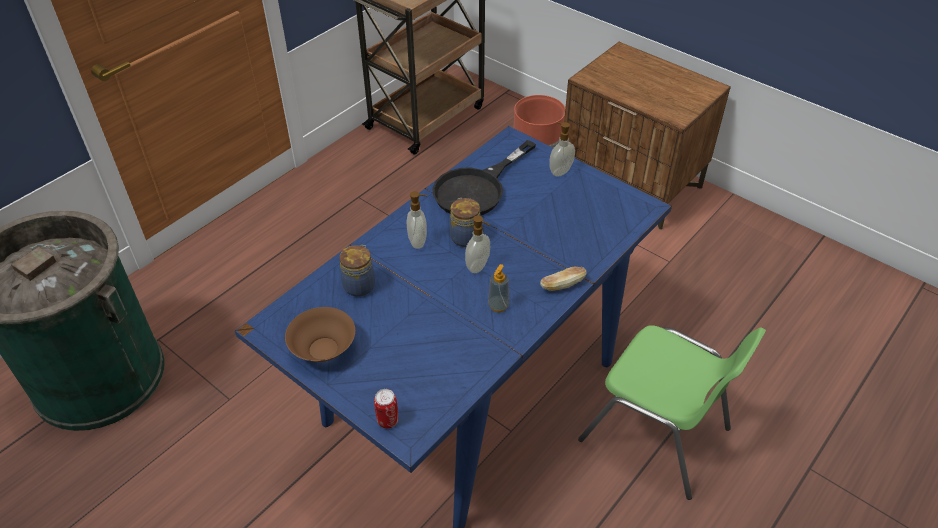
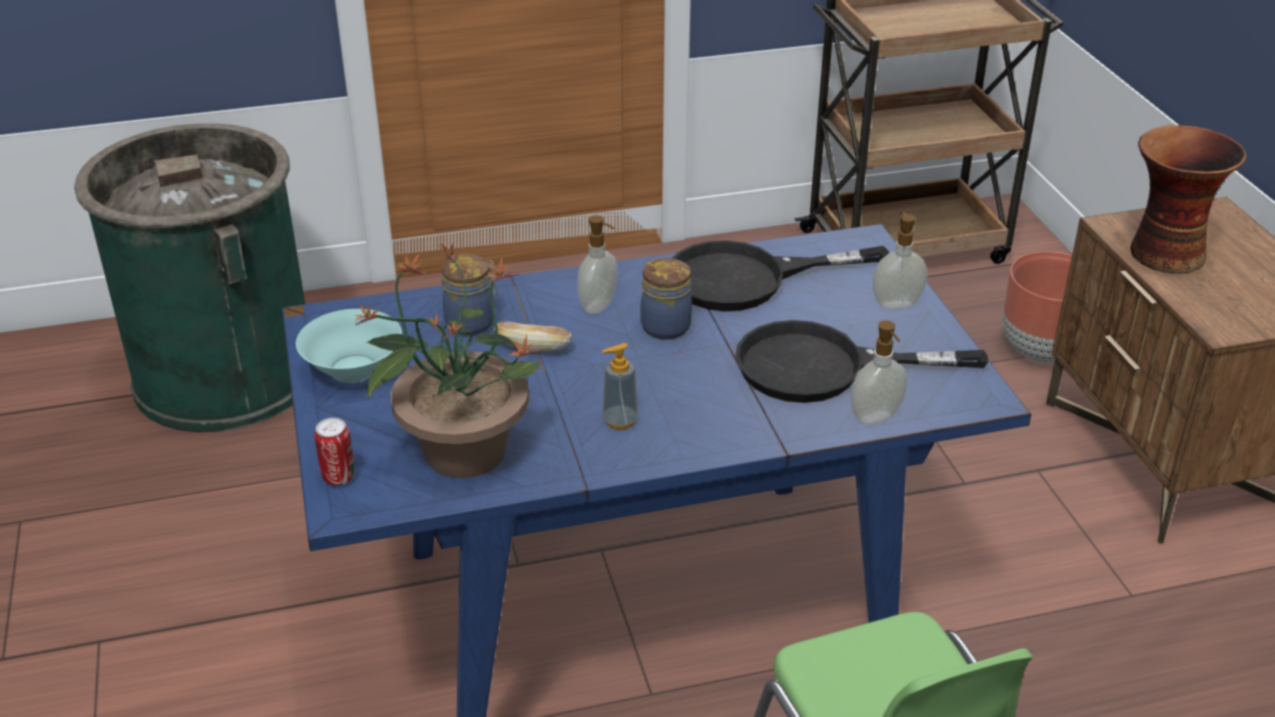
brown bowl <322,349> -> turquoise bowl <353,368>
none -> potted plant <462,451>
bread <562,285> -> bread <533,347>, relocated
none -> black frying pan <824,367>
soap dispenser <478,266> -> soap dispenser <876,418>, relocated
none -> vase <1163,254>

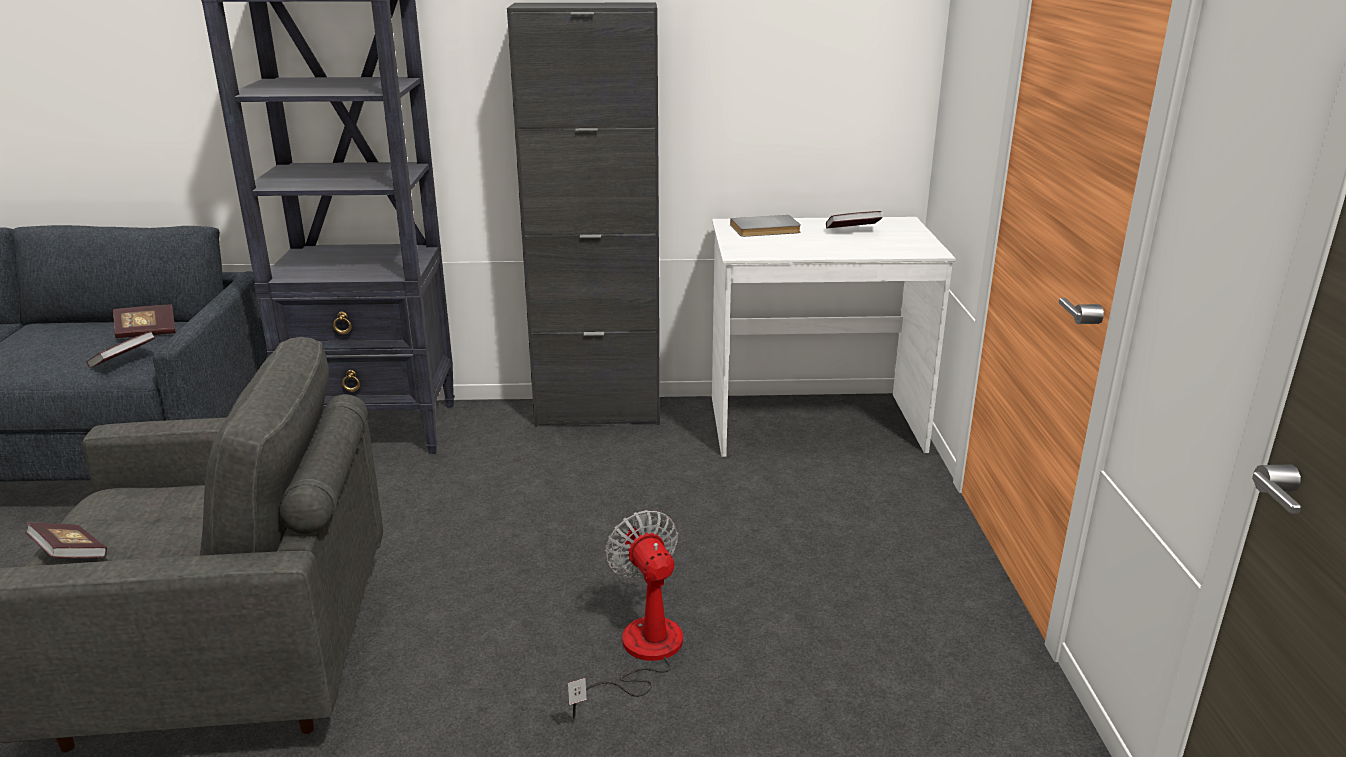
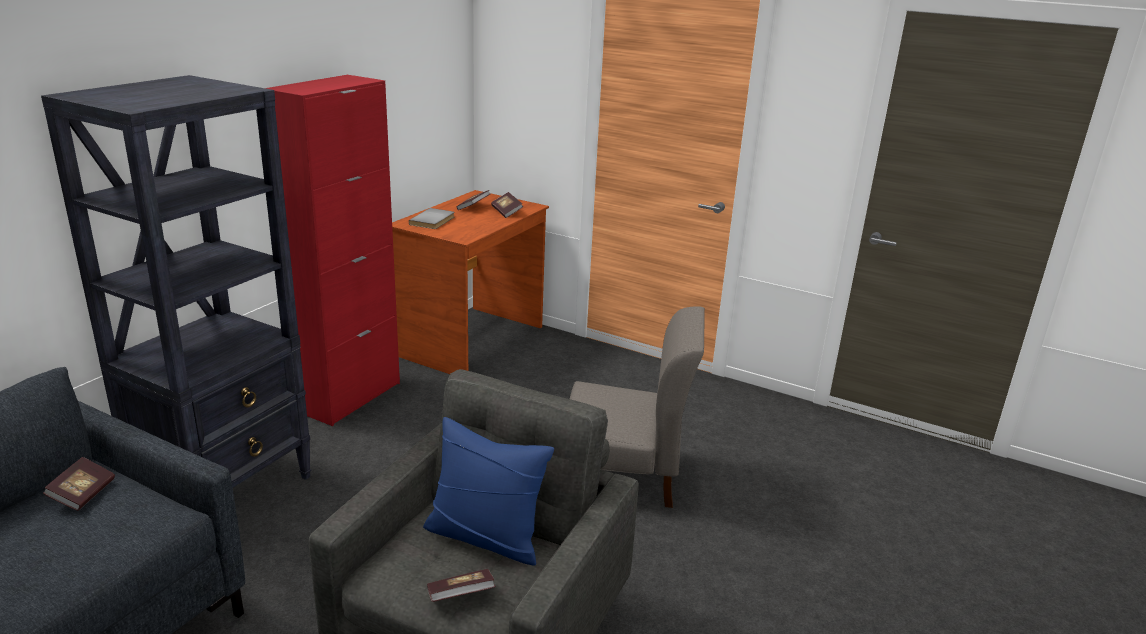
black cabinet <598,413> -> red cabinet <350,397>
white desk <814,425> -> brown desk <472,341>
none -> blue pillow <486,537>
book <124,361> -> book <506,212>, relocated
fan <640,654> -> grey chair <623,474>

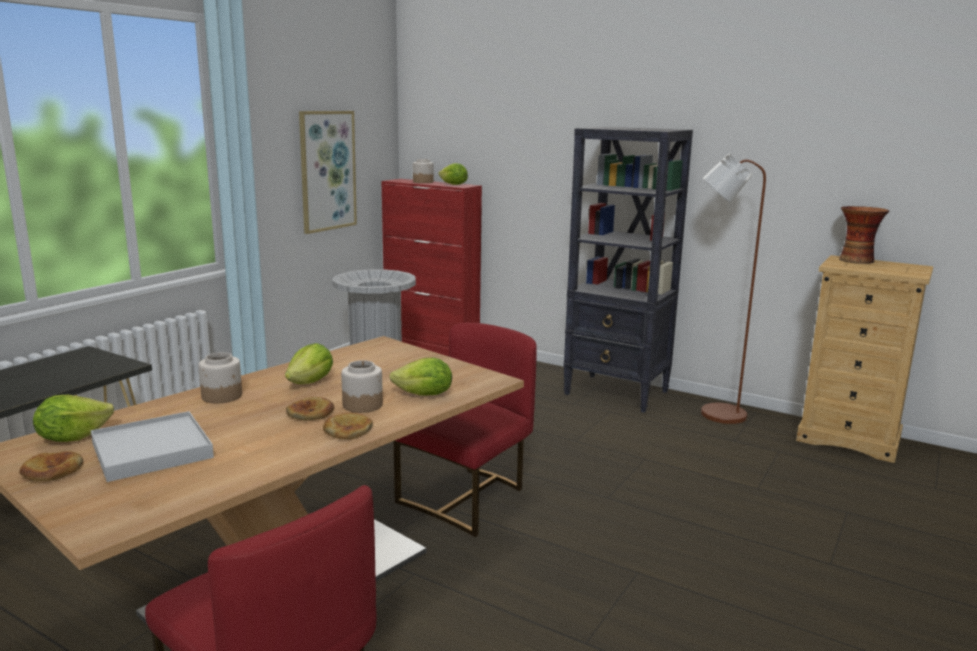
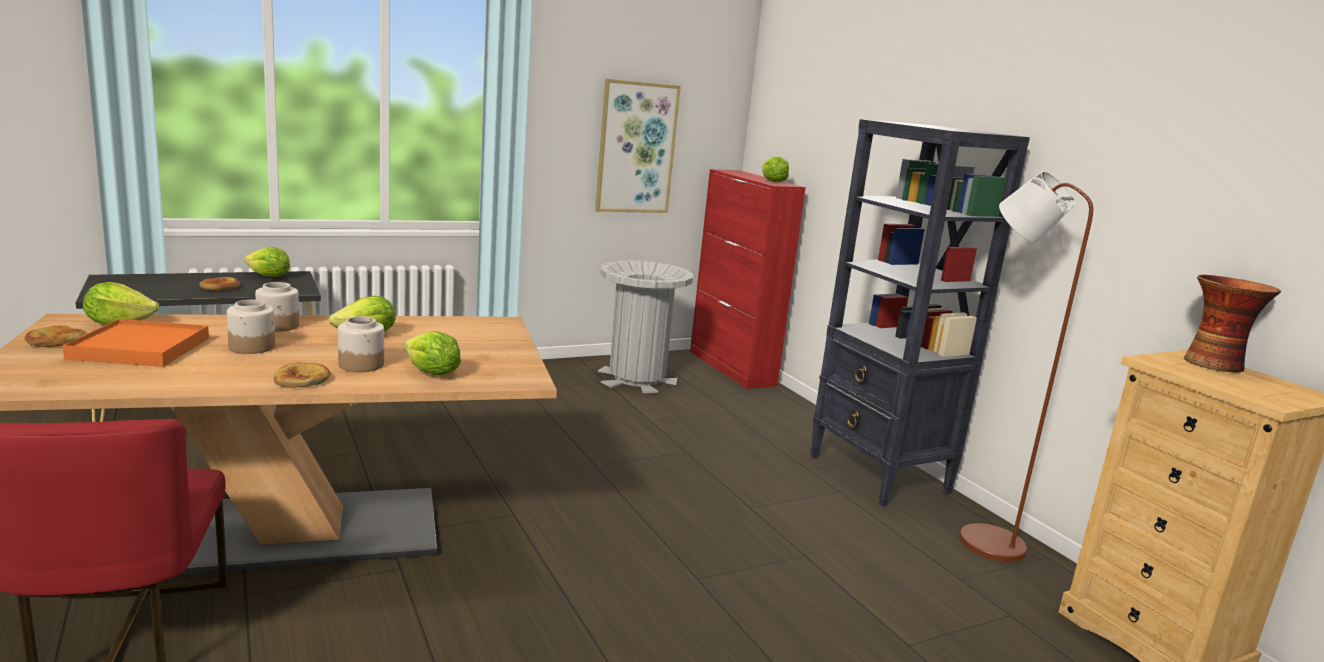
white tray <151,450> -> orange tray <140,348>
bread <311,413> -> bread <219,287>, relocated
jar <423,182> -> jar <252,347>, relocated
none -> lettuce <269,276>
red chair <466,498> -> none

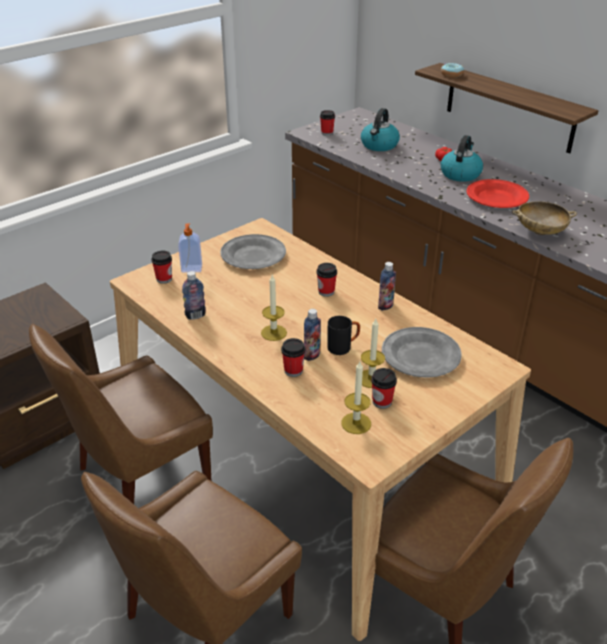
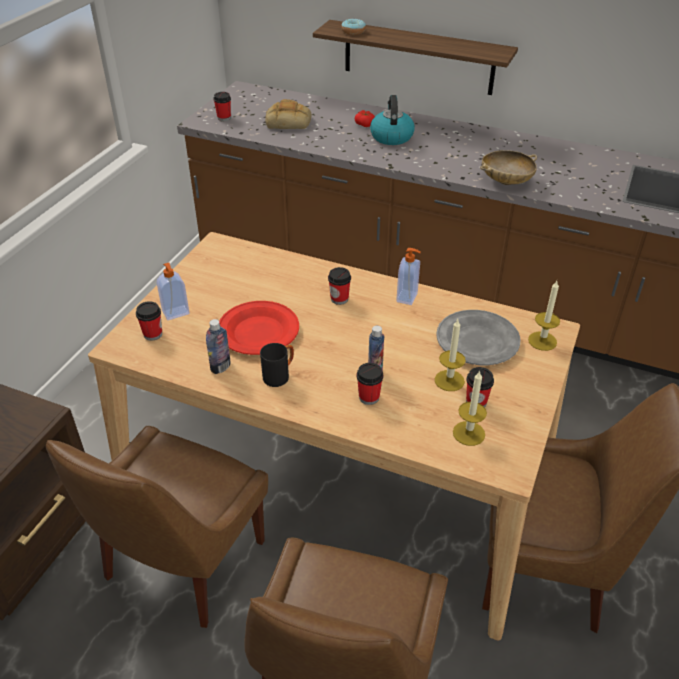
red plate <496,197> -> red plate <258,332>, relocated
black mug <343,347> -> black mug <280,375>, relocated
kettle <379,145> -> bread <289,121>
bottle <385,306> -> soap dispenser <408,297>
candle <273,333> -> candle <542,341>, relocated
grey plate <253,256> -> none

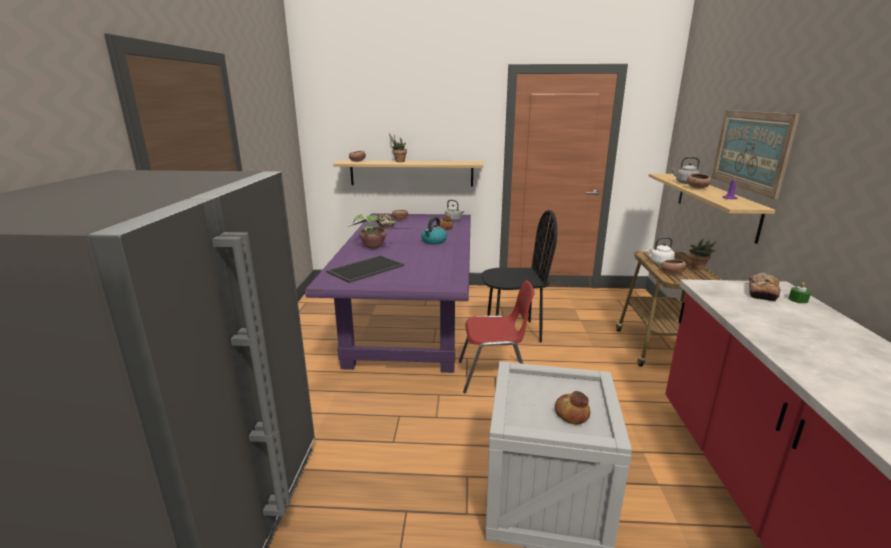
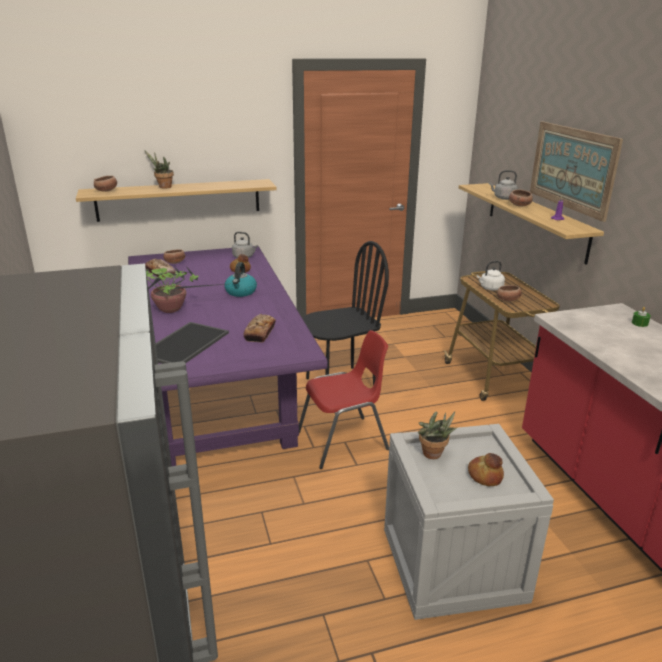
bread <762,292> -> bread <260,333>, relocated
potted plant <698,268> -> potted plant <434,455>, relocated

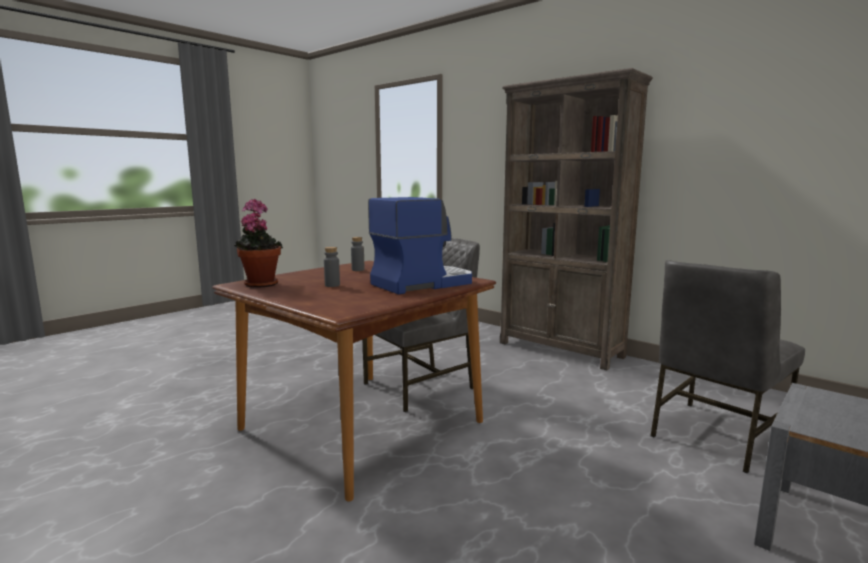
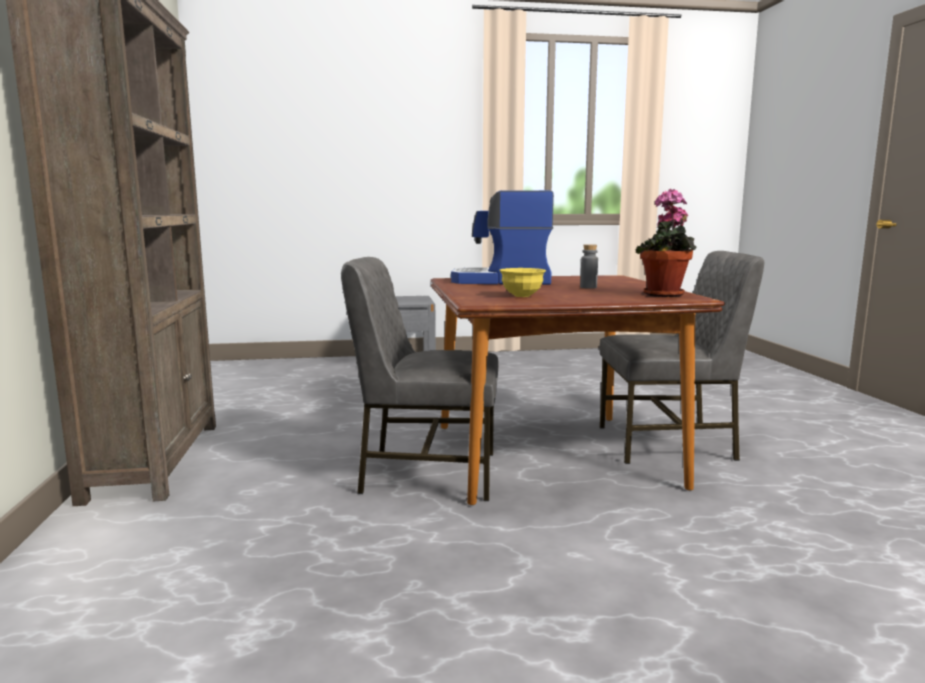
grey bottle <358,270> -> yellow bowl <522,296>
grey chair <715,435> -> grey chair <668,443>, relocated

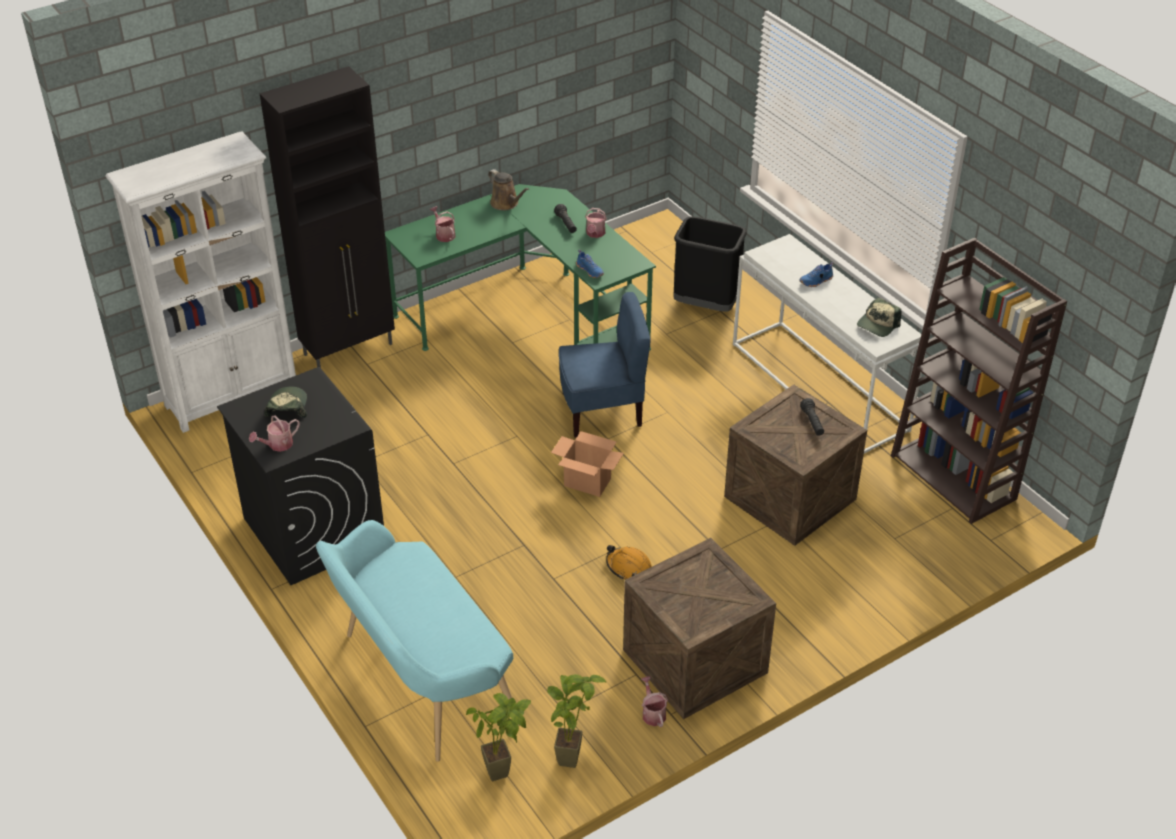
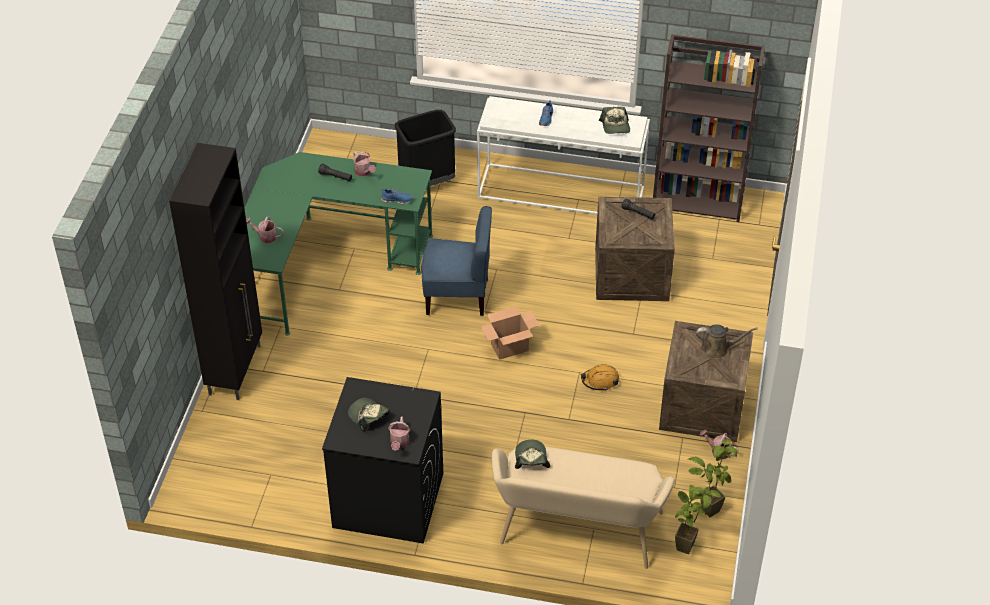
blue chair <602,411> -> blue chair <457,296>, 60 degrees clockwise
turquoise bench <421,680> -> beige bench <577,534>
none -> cap <531,459>
brown watering can <506,203> -> brown watering can <718,349>, relocated
white bookcase <232,396> -> none

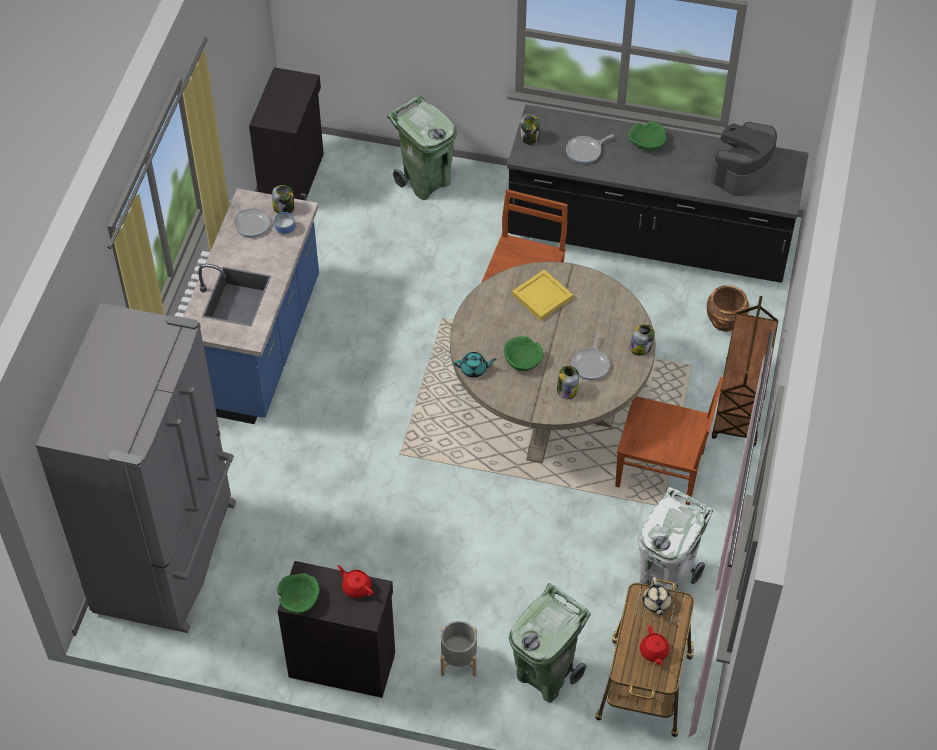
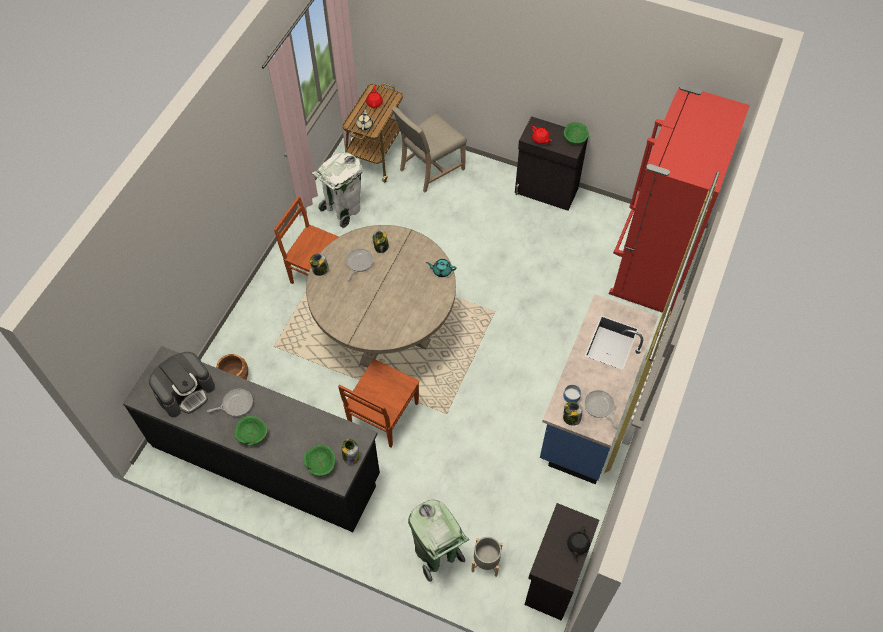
frying pan <585,151> -> frying pan <236,404>, relocated
green bowl <522,360> -> green bowl <320,463>, relocated
green trash can <545,675> -> beige chair <429,169>
grey planter <458,660> -> grey planter <486,561>, relocated
none -> black teapot <577,545>
grey fridge <169,557> -> red fridge <651,265>
yellow tray <541,296> -> none
brown cart <740,404> -> none

